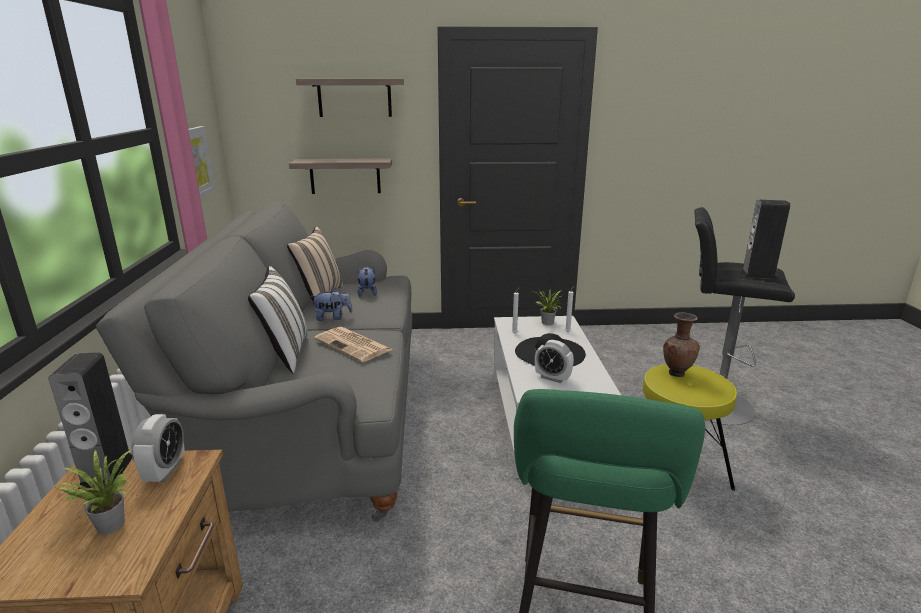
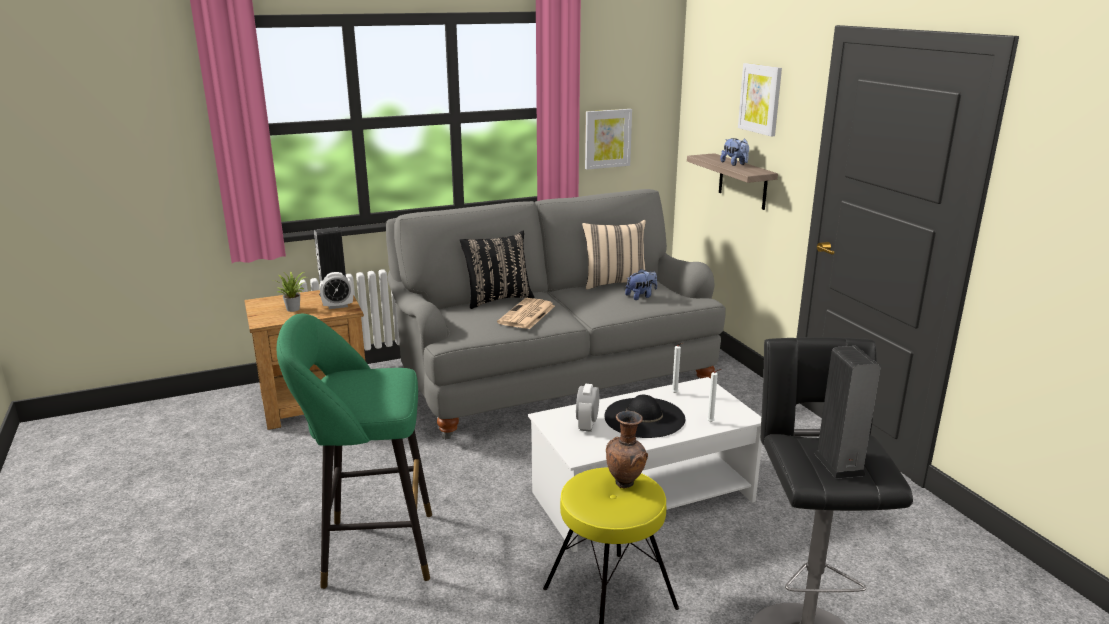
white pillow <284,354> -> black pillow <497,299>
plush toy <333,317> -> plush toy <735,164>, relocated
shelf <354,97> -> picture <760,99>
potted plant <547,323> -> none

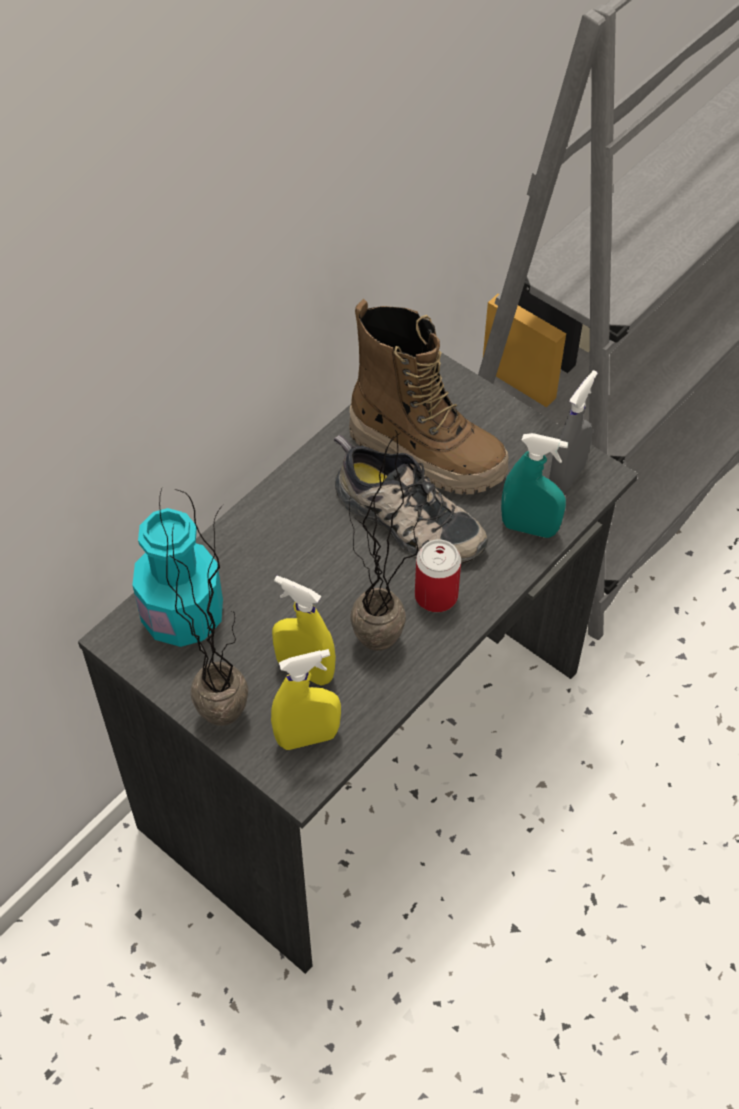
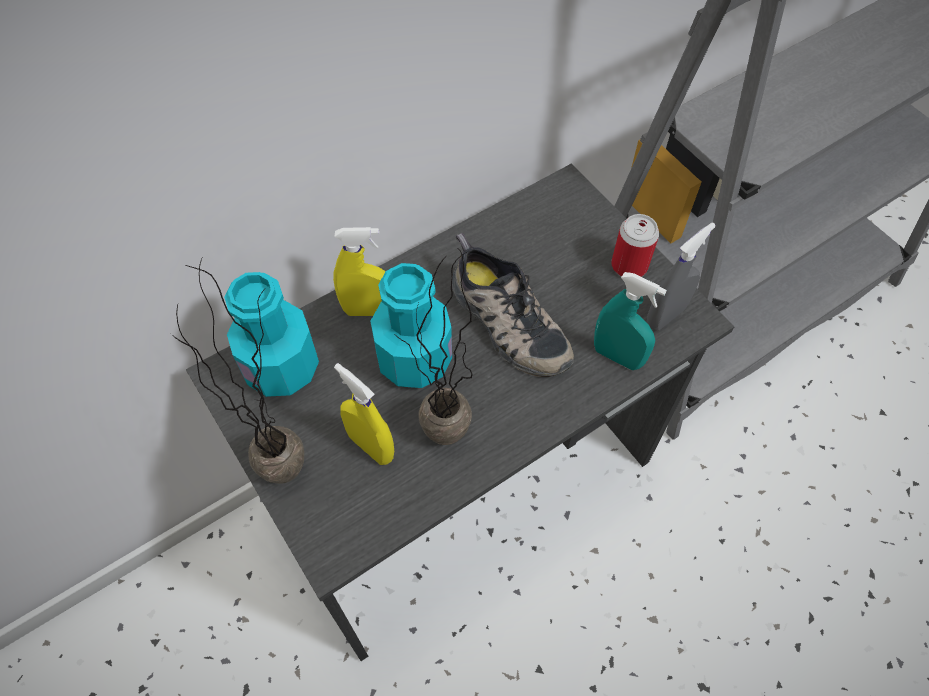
yellow spray bottle <308,738> -> yellow spray bottle <369,310>, relocated
none -> turquoise bottle <414,359>
can <436,596> -> can <629,265>, relocated
boot <427,454> -> none

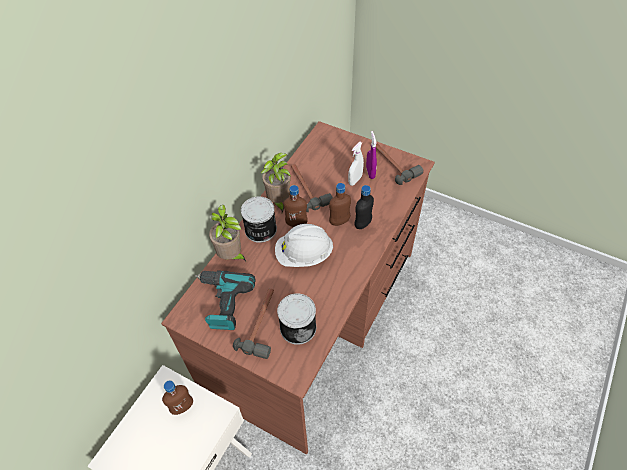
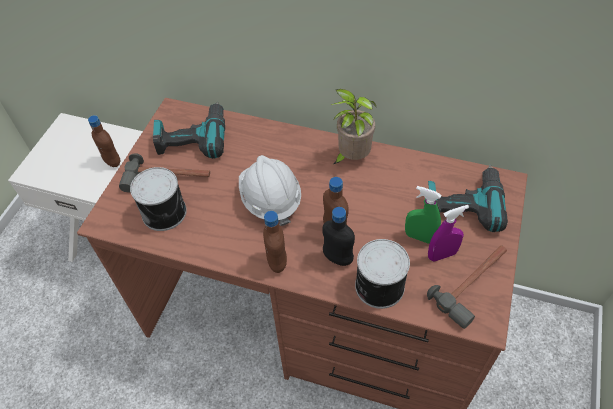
brown bottle <296,223> -> brown bottle <277,262>, relocated
can <260,230> -> can <378,286>, relocated
white spray bottle <355,180> -> green spray bottle <419,237>
none -> power drill <463,203>
potted plant <231,256> -> none
hammer <307,188> -> none

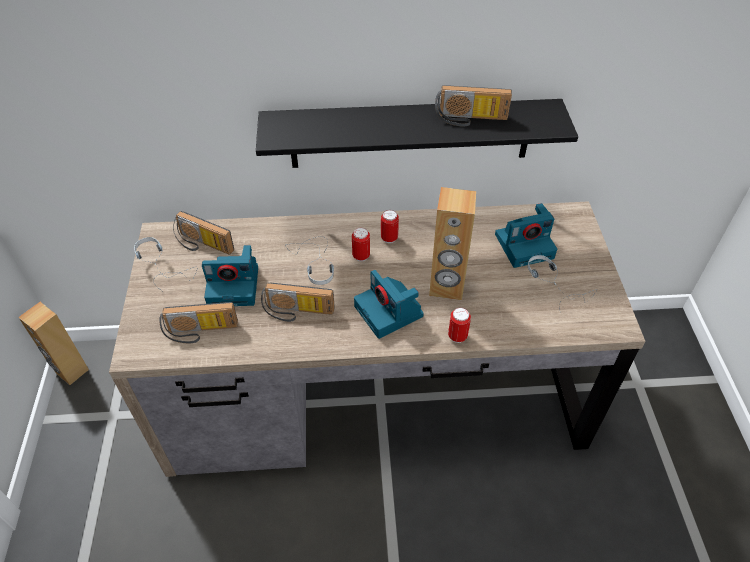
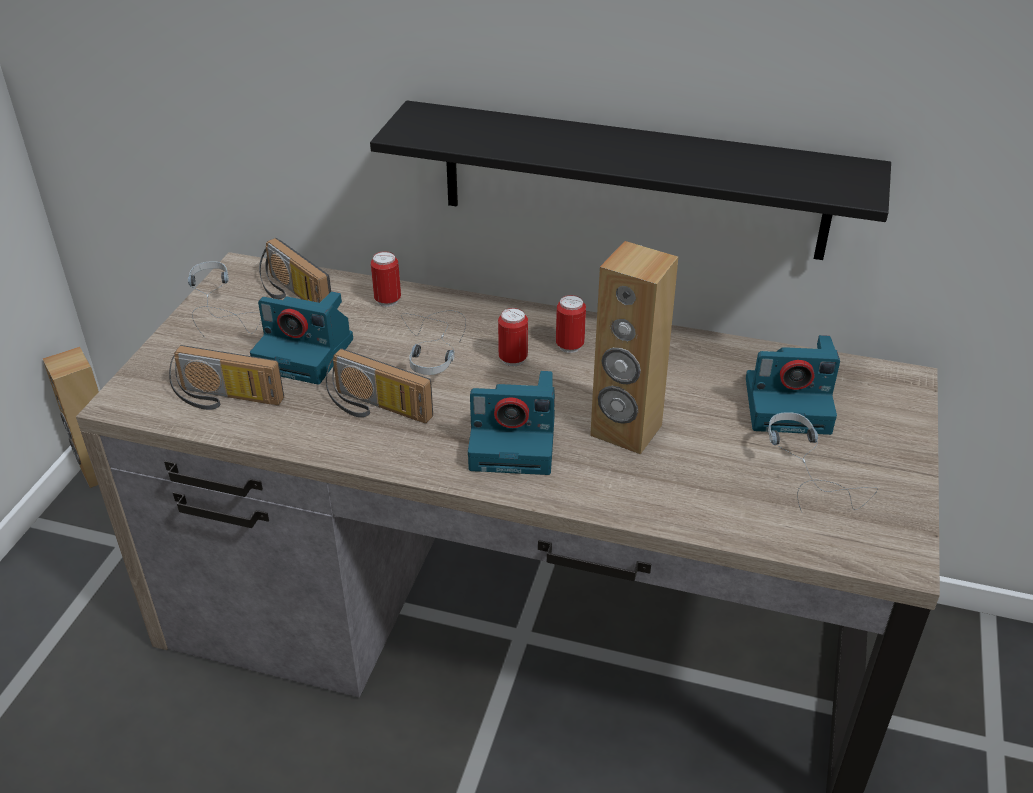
can <457,336> -> can <387,300>, relocated
photo camera <390,312> -> photo camera <515,442>, 75 degrees counterclockwise
radio <470,119> -> none

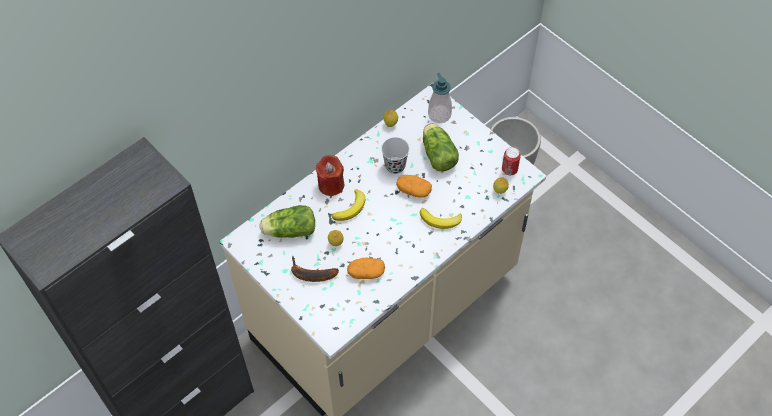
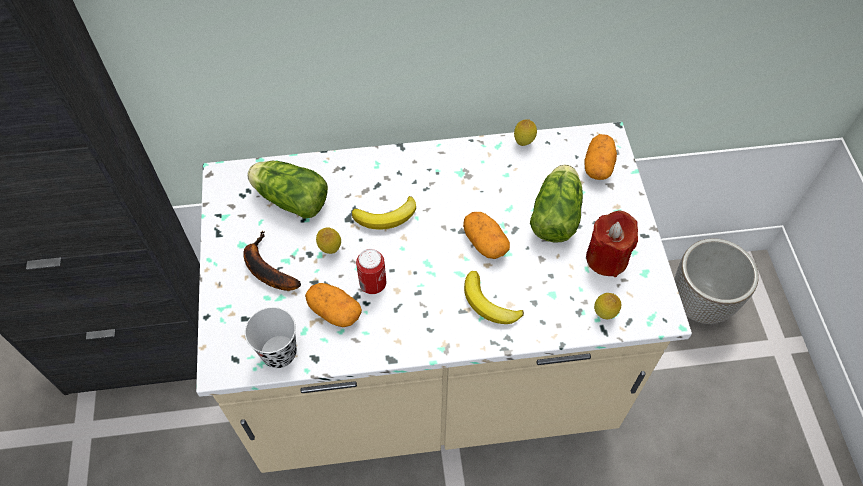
black cup <395,166> -> black cup <279,353>, relocated
can <509,170> -> can <373,284>, relocated
soap dispenser <439,114> -> potato <598,165>
red candle <331,185> -> red candle <606,258>, relocated

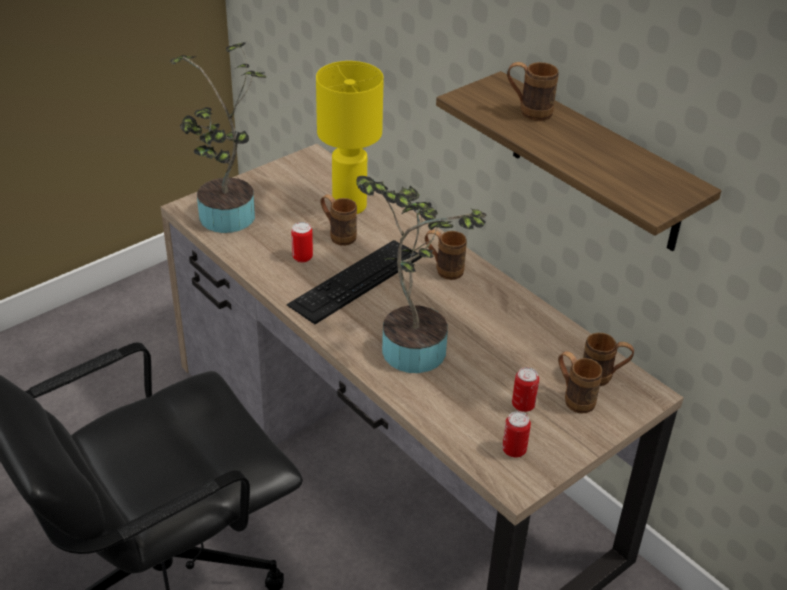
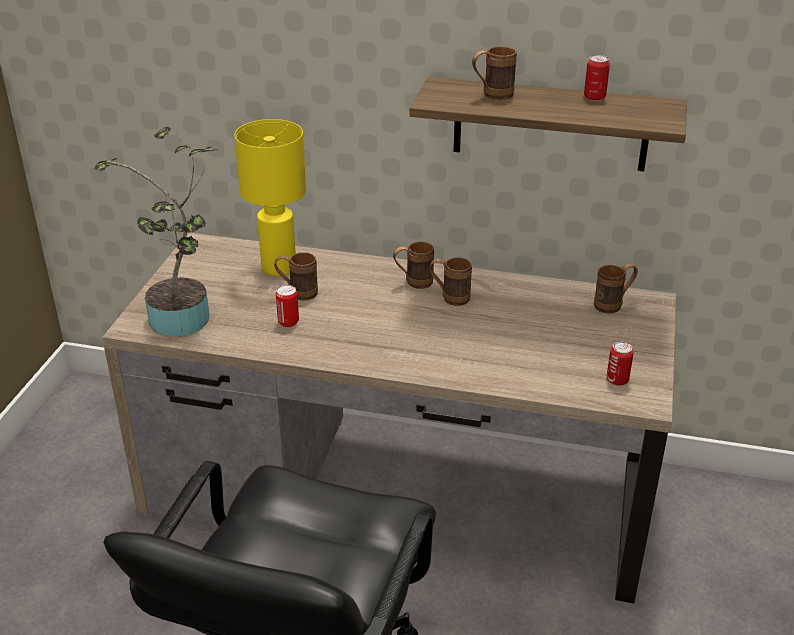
brown mug <573,398> -> brown mug <449,298>, relocated
can <523,405> -> can <594,97>, relocated
keyboard <356,280> -> none
potted plant <412,345> -> none

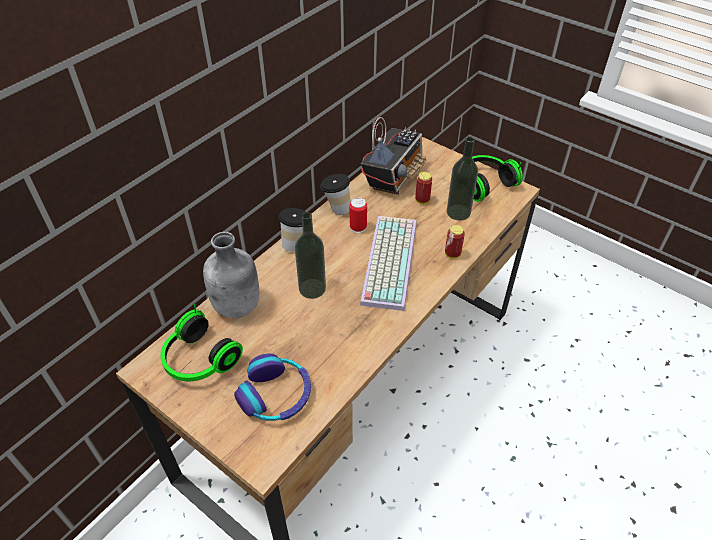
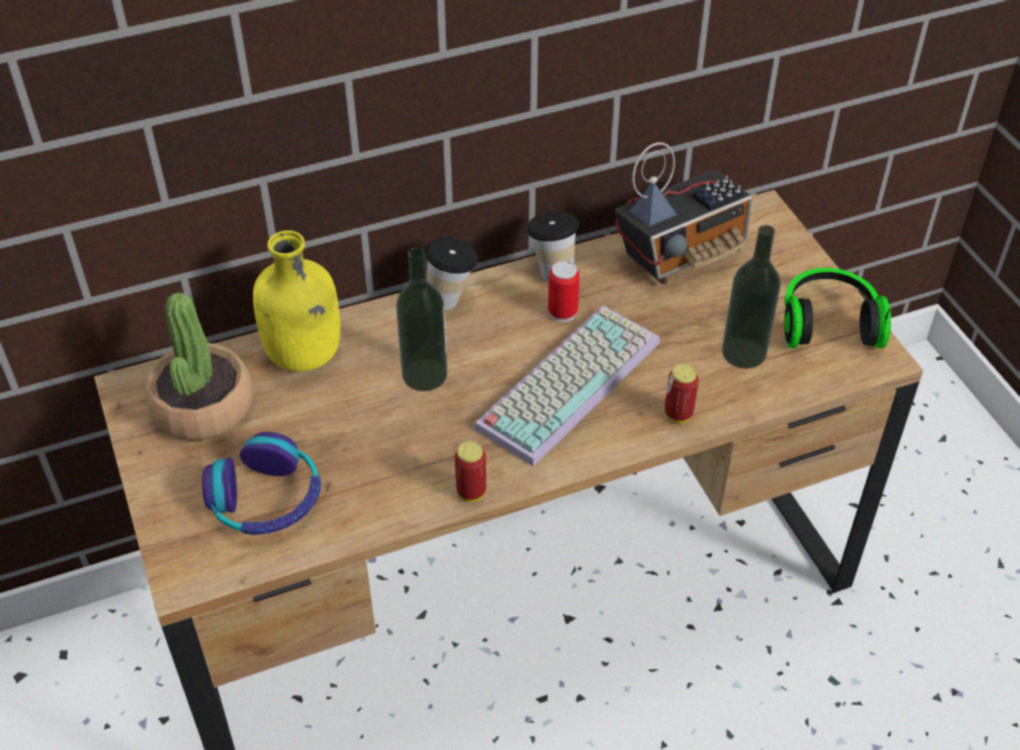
headphones <198,360> -> potted plant <202,407>
grey bottle <238,306> -> yellow bottle <304,356>
can <422,200> -> can <471,492>, relocated

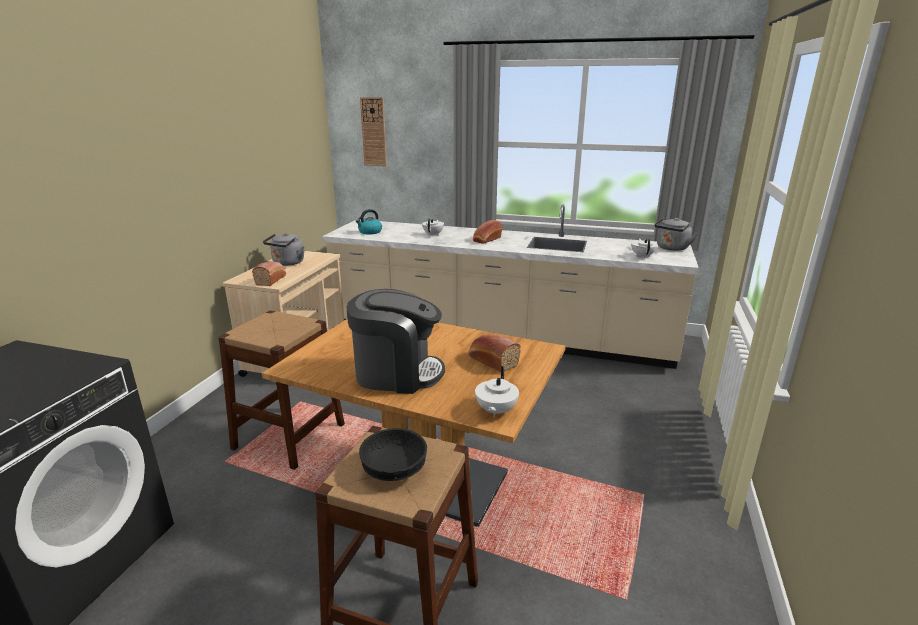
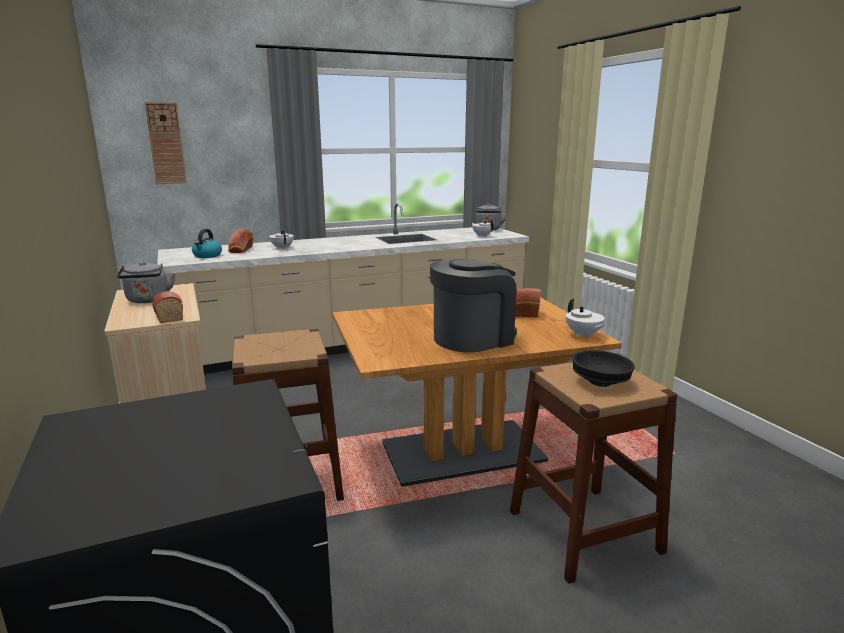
bread <486,240> -> bread <240,250>, relocated

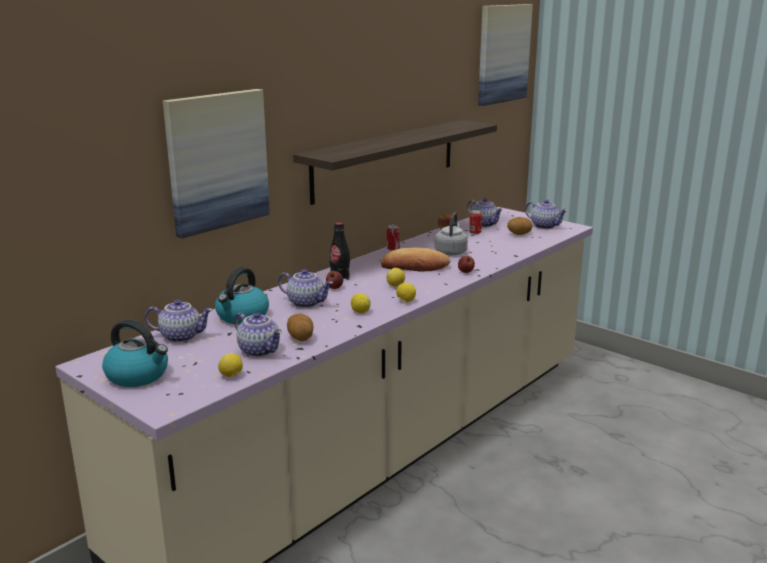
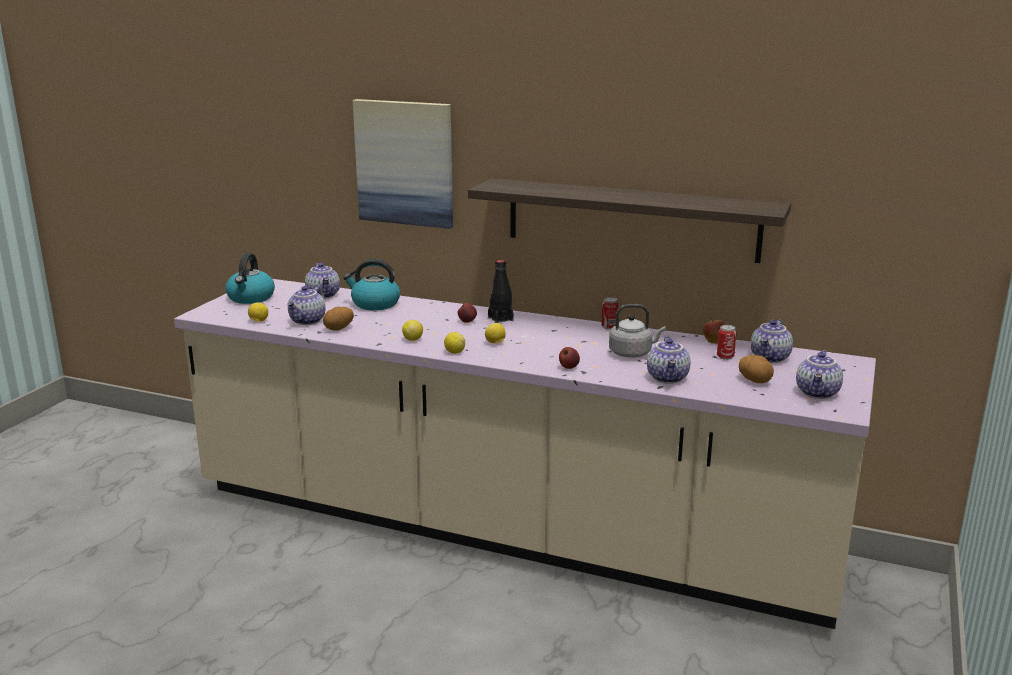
teapot <306,303> -> teapot <668,378>, relocated
bread <414,266> -> none
picture <502,54> -> none

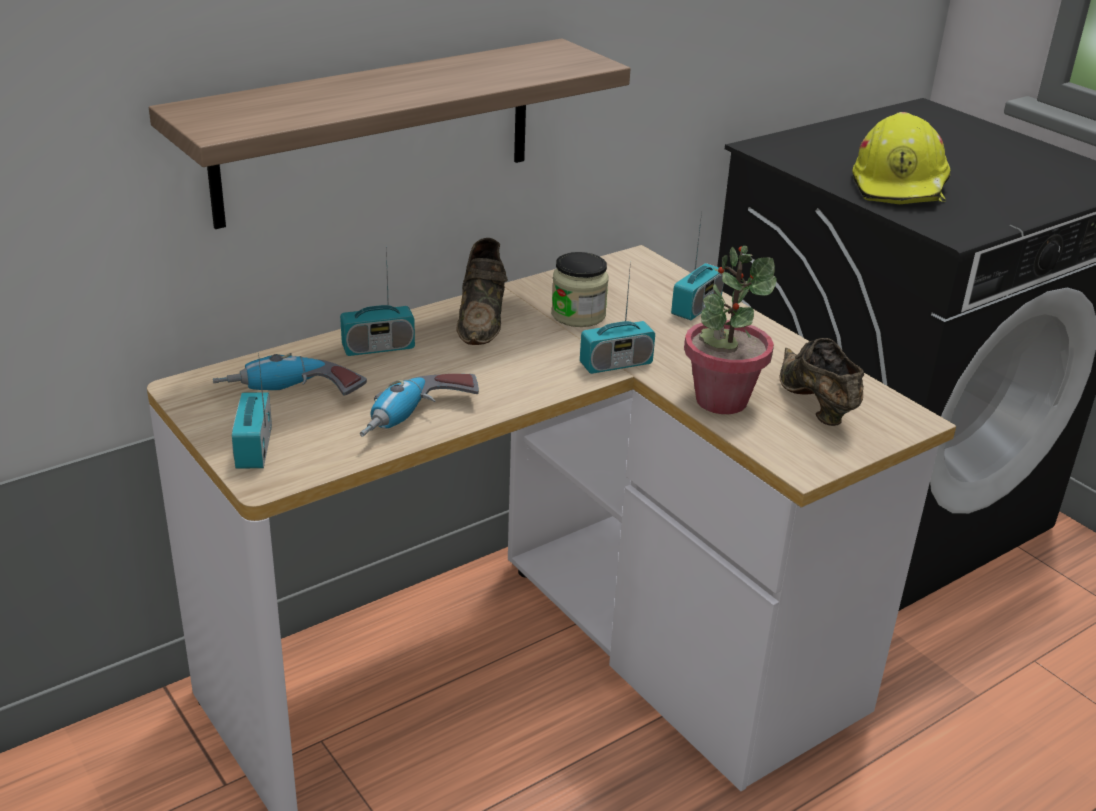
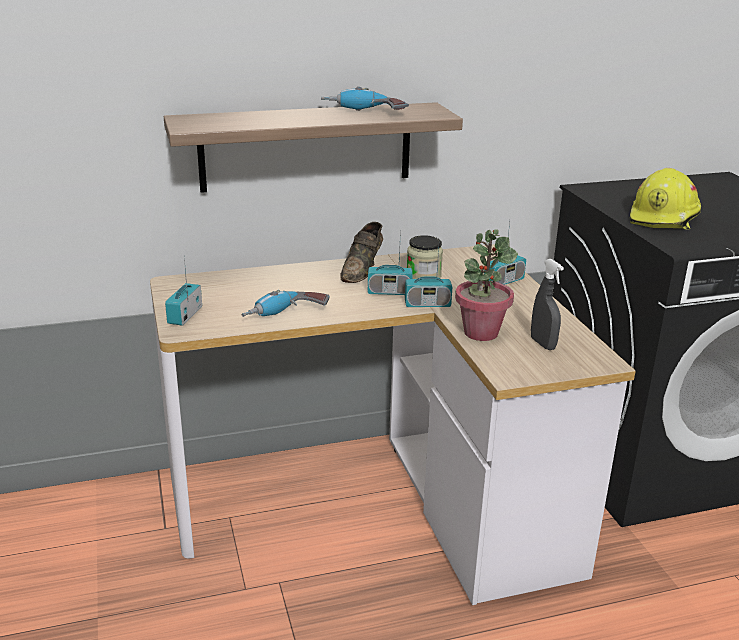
power drill <291,396> -> power drill <364,113>, relocated
radio <378,348> -> radio <389,292>, relocated
brown shoe <815,404> -> grey spray bottle <543,344>

